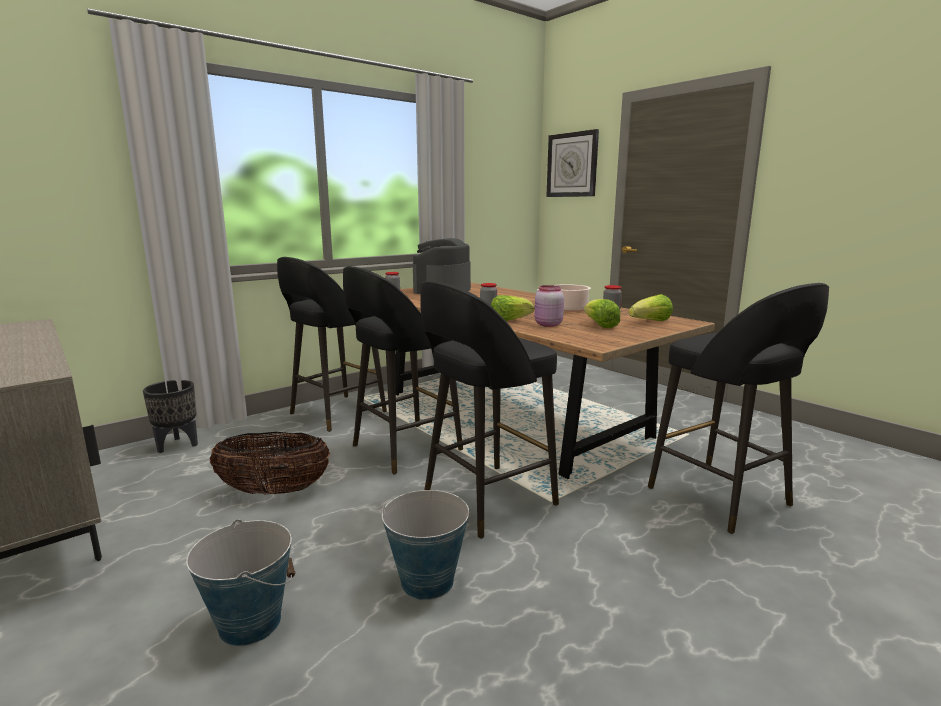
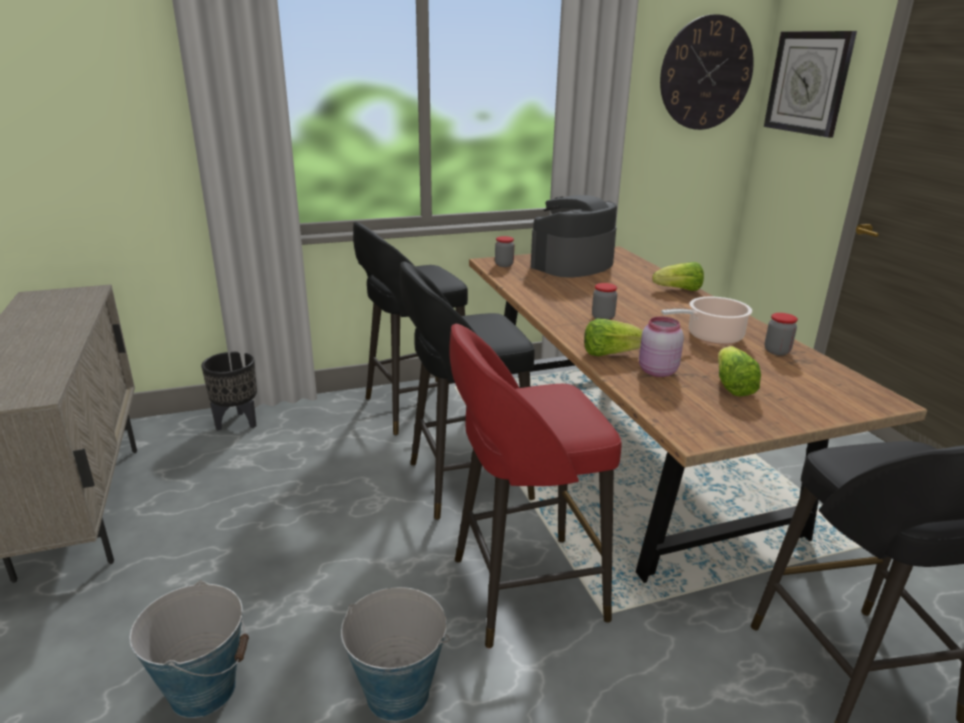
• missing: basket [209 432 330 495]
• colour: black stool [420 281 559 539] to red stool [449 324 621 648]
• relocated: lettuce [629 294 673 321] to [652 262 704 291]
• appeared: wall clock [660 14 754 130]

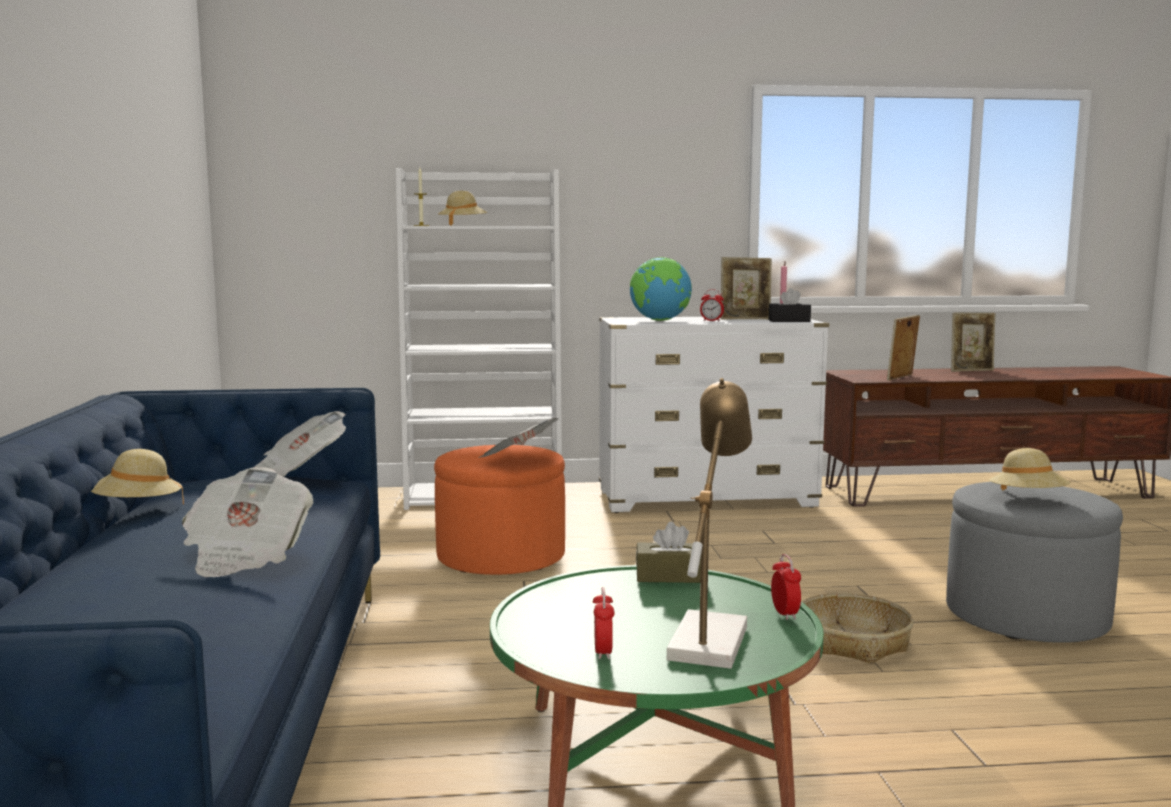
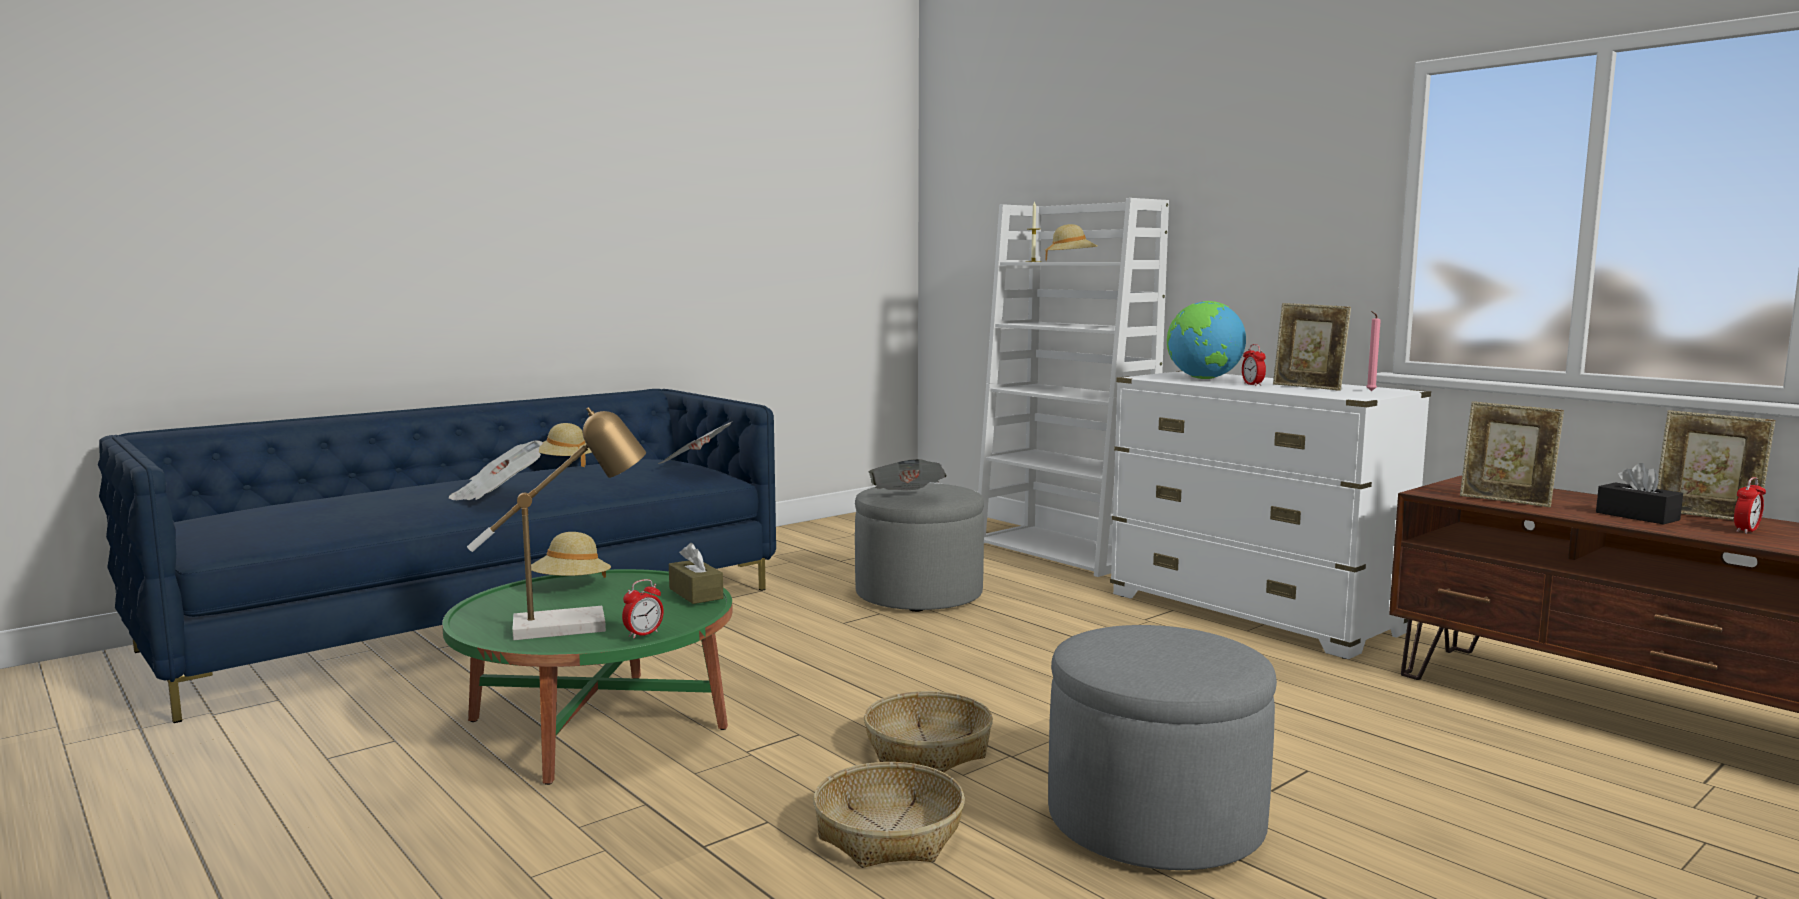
• colour: orange ottoman [434 445 565 575] to grey ottoman [855 483 984 612]
• relocated: alarm clock [593 587 615 660] to [1734 477 1766 534]
• relocated: black tissue box [768 288 811 322] to [1596 463 1683 525]
• spun: picture frame [887 315 920 381] = [1460 401 1564 507] 150 degrees counterclockwise
• relocated: beige hat [989 448 1071 491] to [531 532 611 578]
• appeared: basket [813 762 965 868]

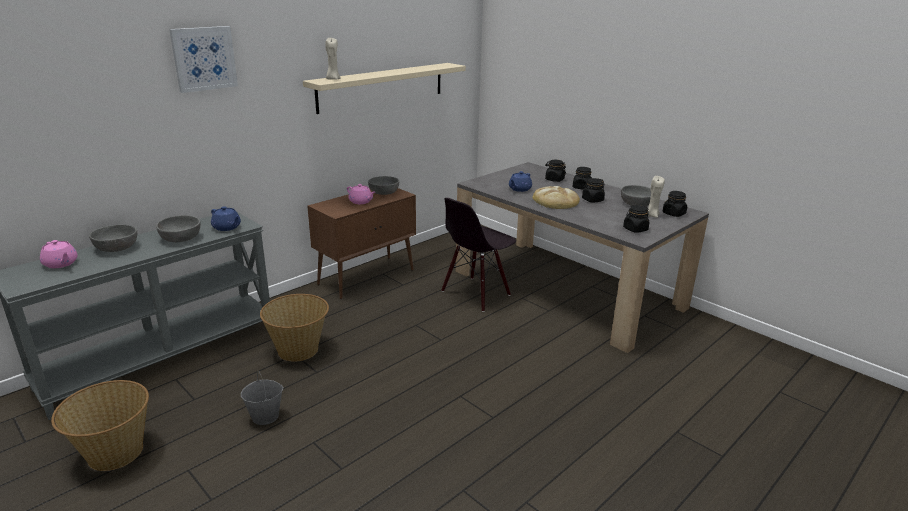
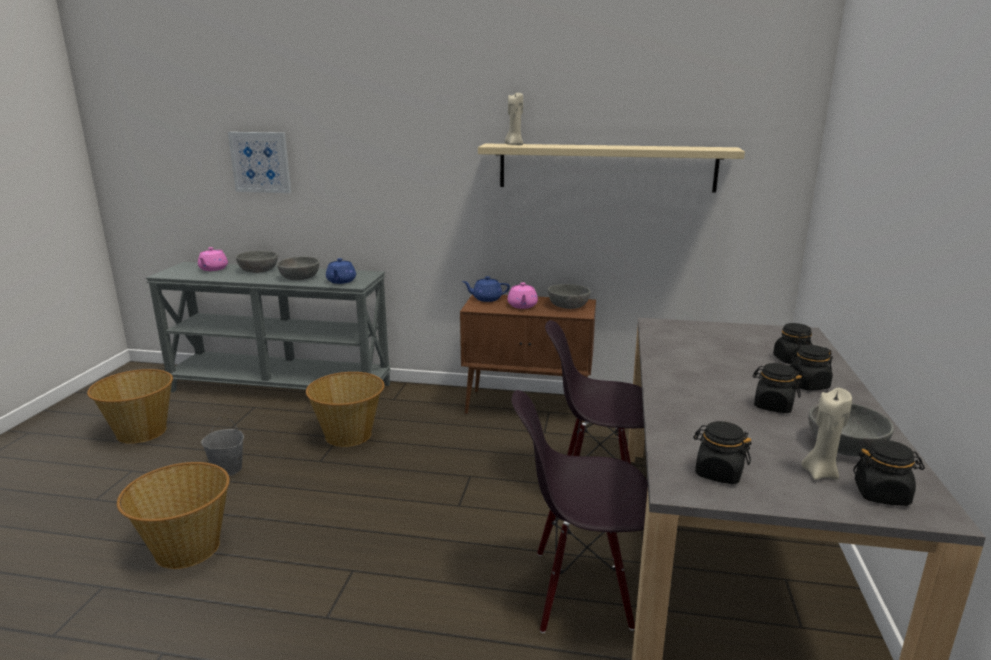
• relocated: picture [169 26 238 93] to [228 132 291 193]
• relocated: blue teapot [509 171 532 192] to [462 276 510 302]
• missing: bread [532 186 580 209]
• appeared: basket [117 462 230 569]
• appeared: black chair [512 390 648 633]

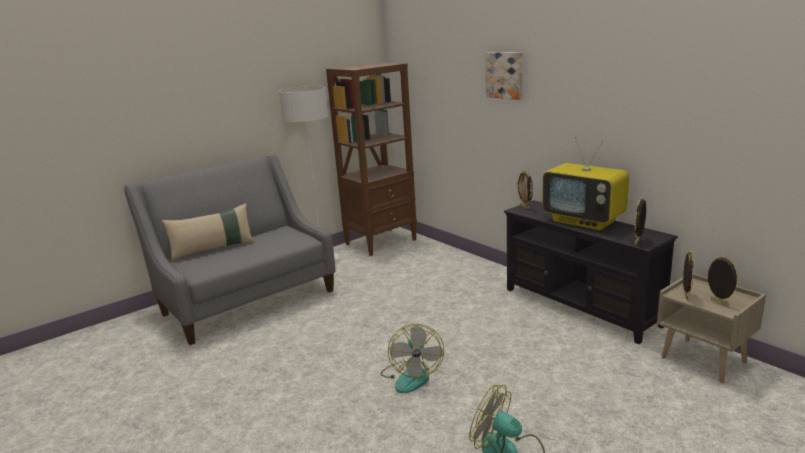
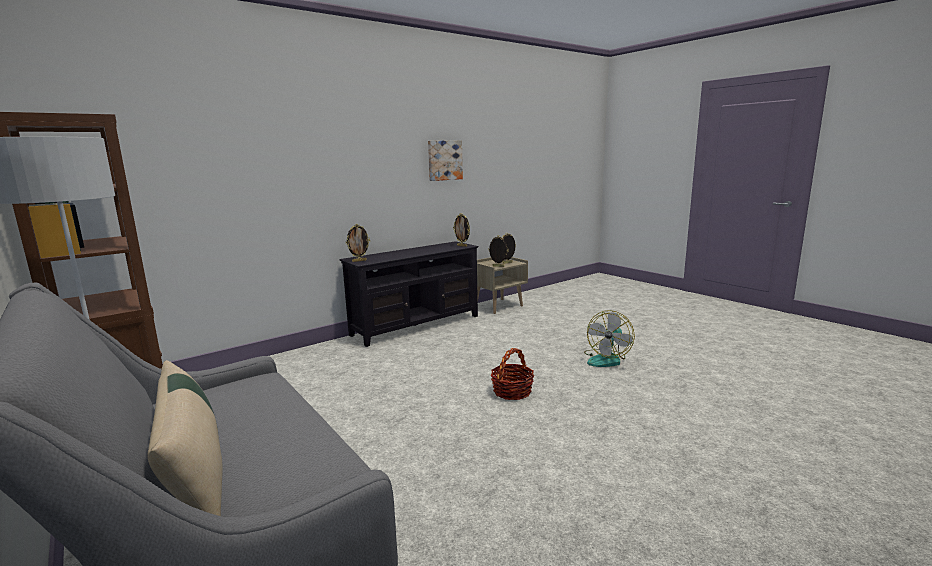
• exchanged: fan [381 324 444 393] to basket [491 348 534 400]
• relocated: picture [485 52 522 100] to [428 140 463 181]
• missing: television [542 137 629 230]

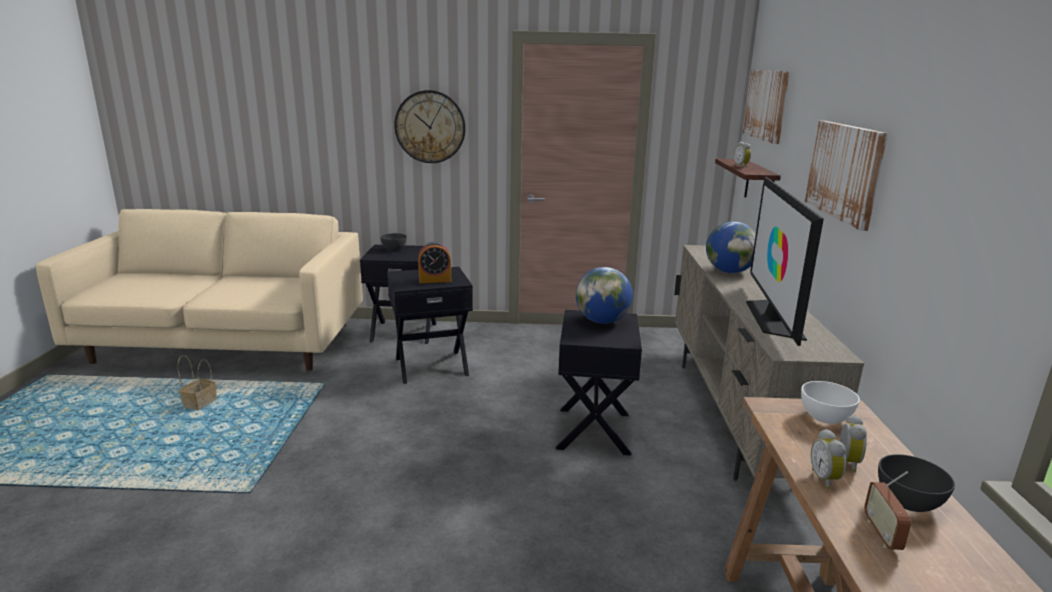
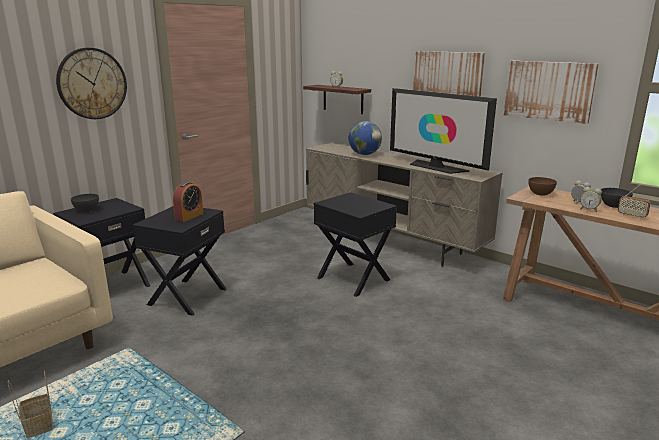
• missing: globe [576 267 633 324]
• relocated: picture [743 70 790 144] to [504 61 599 124]
• colour: white bowl [801 381 860 424] to brown bowl [528 177 557 196]

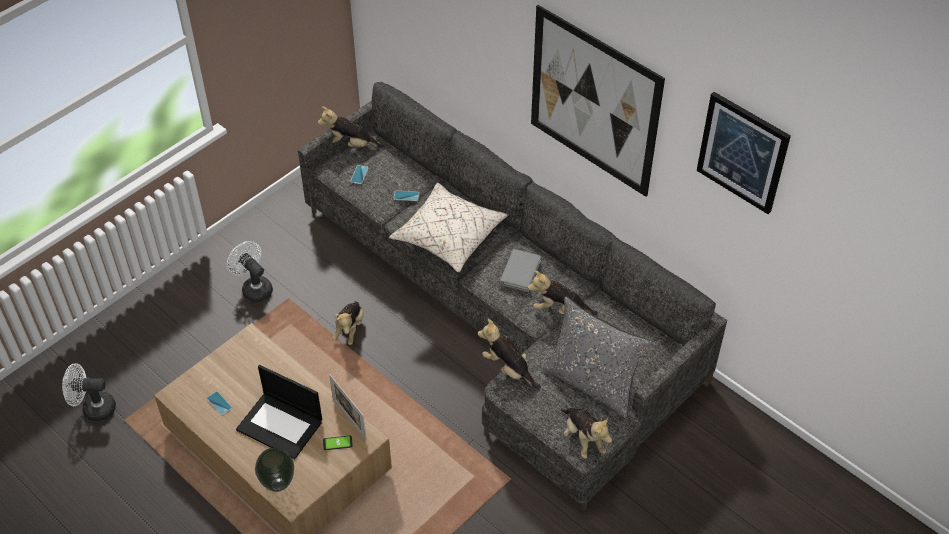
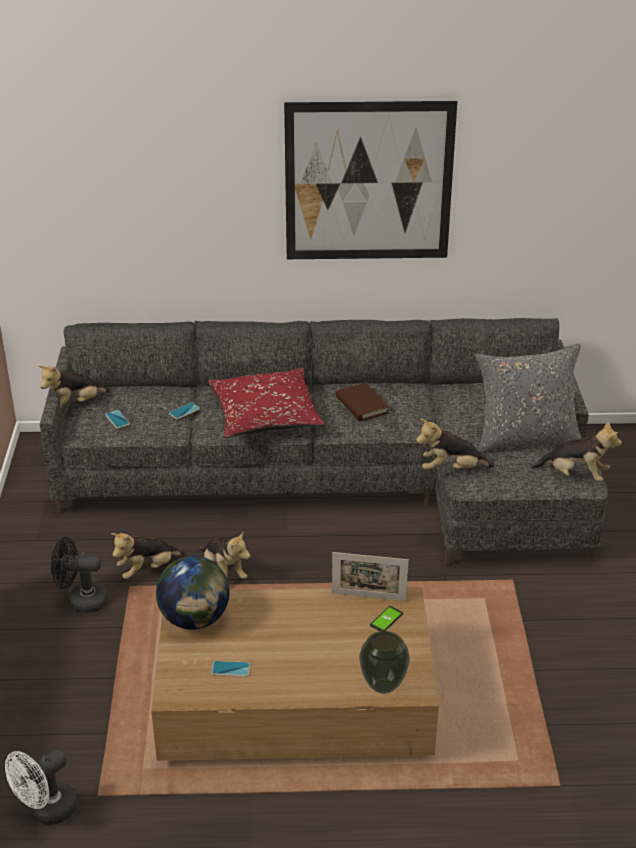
• colour: white fan [227 241 273 302] to black fan [51 537 108 613]
• missing: laptop [236 365 322 459]
• colour: beige pillow [389 183 509 273] to red pillow [208 368 324 438]
• colour: grey book [499 249 542 292] to brown book [336 383 389 421]
• relocated: plush toy [528 270 598 315] to [111 533 185 579]
• missing: picture [697 92 791 214]
• appeared: globe [156 556 229 630]

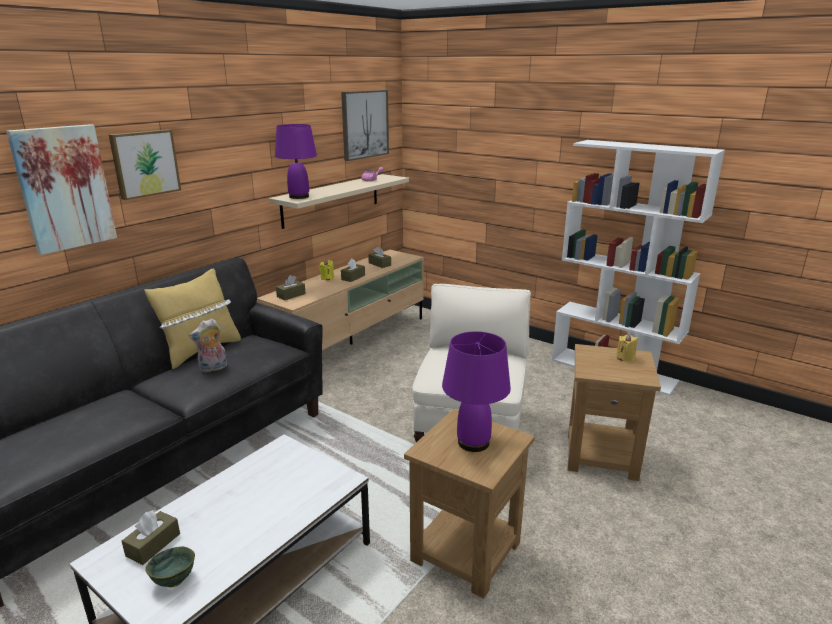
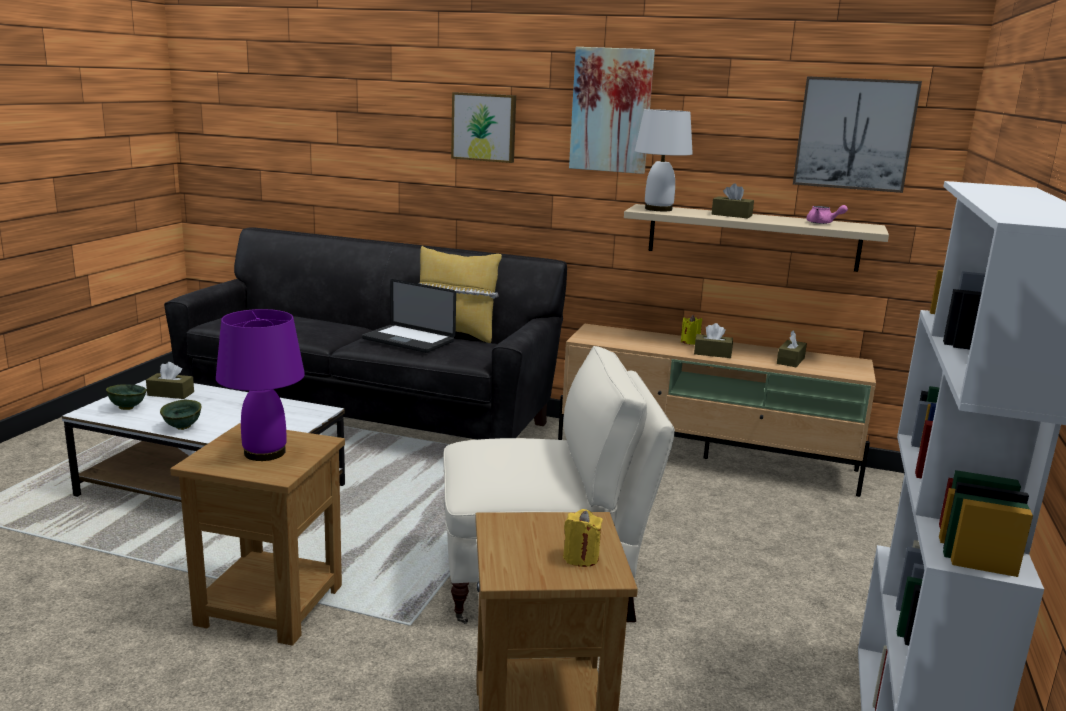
• relocated: picture [6 124 117 255] to [569 47 655 174]
• exchanged: plush toy [189 318 227 373] to laptop [362 279 456 353]
• colour: purple table lamp [275 124 317 199] to white table lamp [635 109 693 211]
• relocated: brown tissue box [276 275 306 300] to [711 183 754 218]
• appeared: green bowl [160 400 202 430]

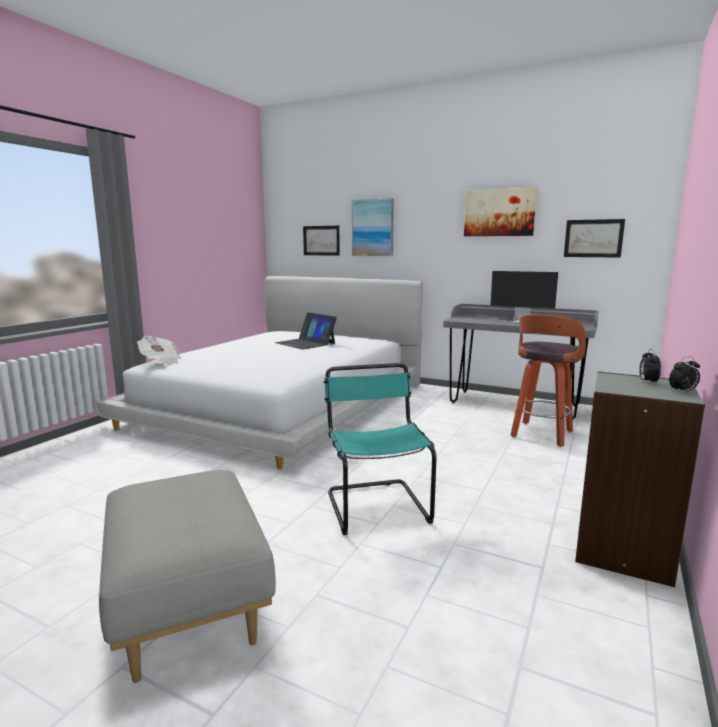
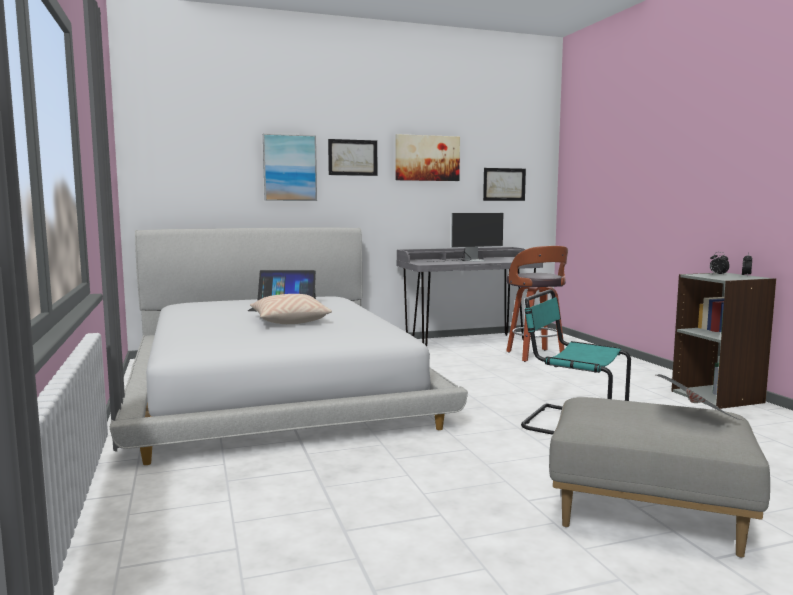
• relocated: newspaper [137 336 182 365] to [656 374 741 420]
• relocated: picture [303 226 340 256] to [328 139 377 176]
• appeared: beige pillow [250 294 332 324]

